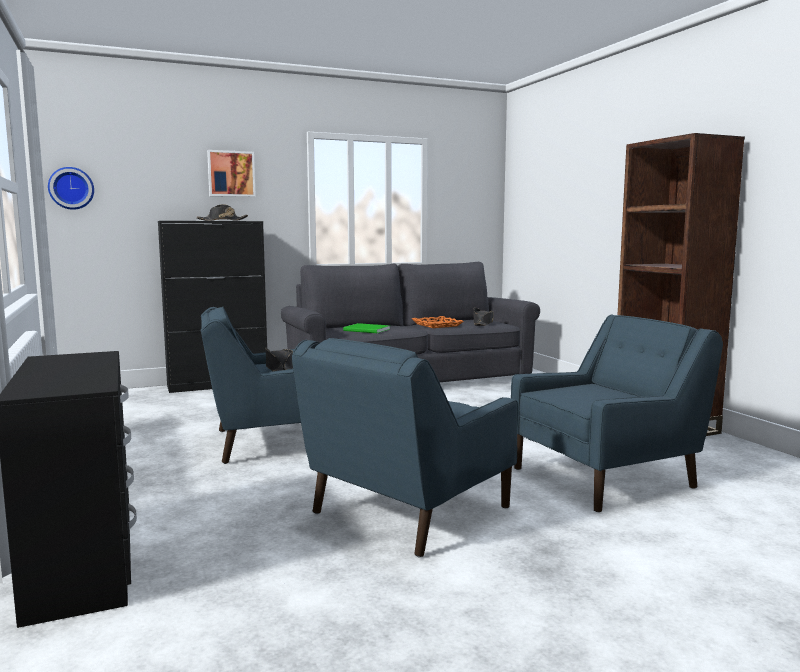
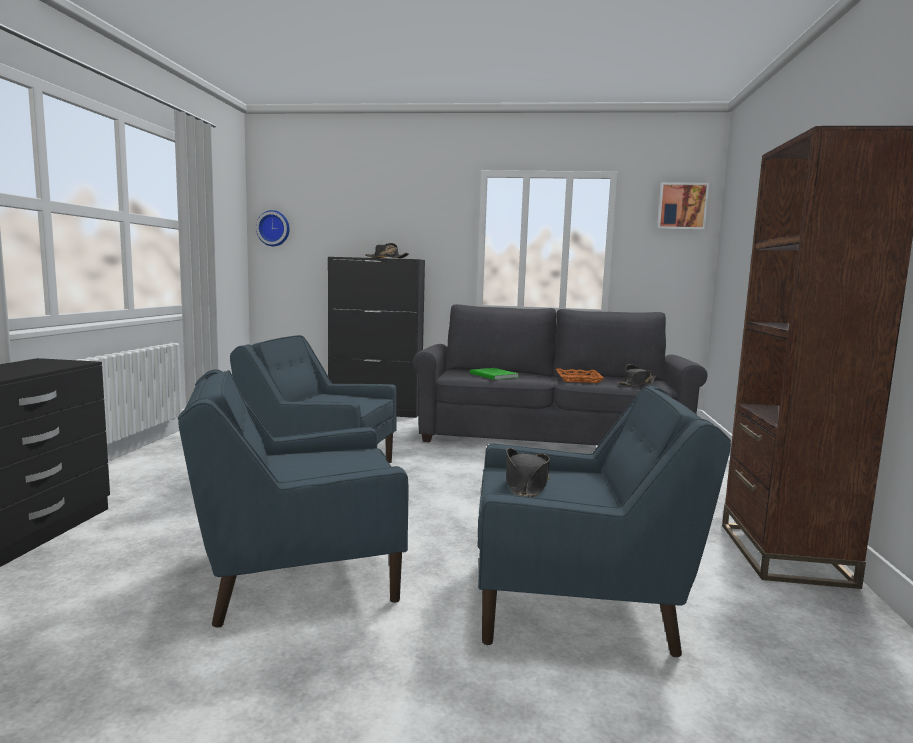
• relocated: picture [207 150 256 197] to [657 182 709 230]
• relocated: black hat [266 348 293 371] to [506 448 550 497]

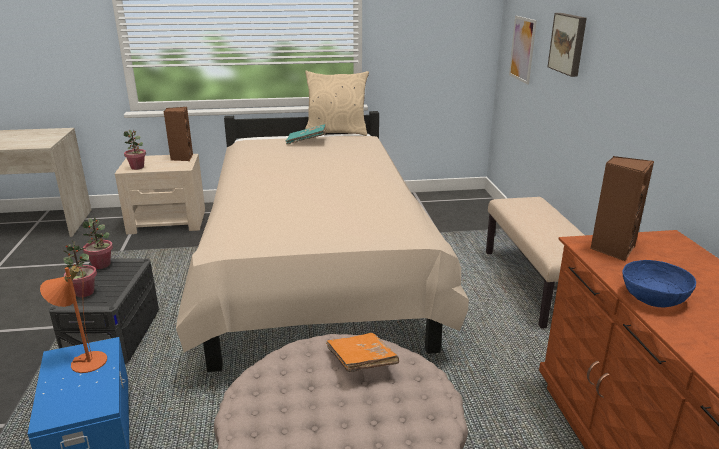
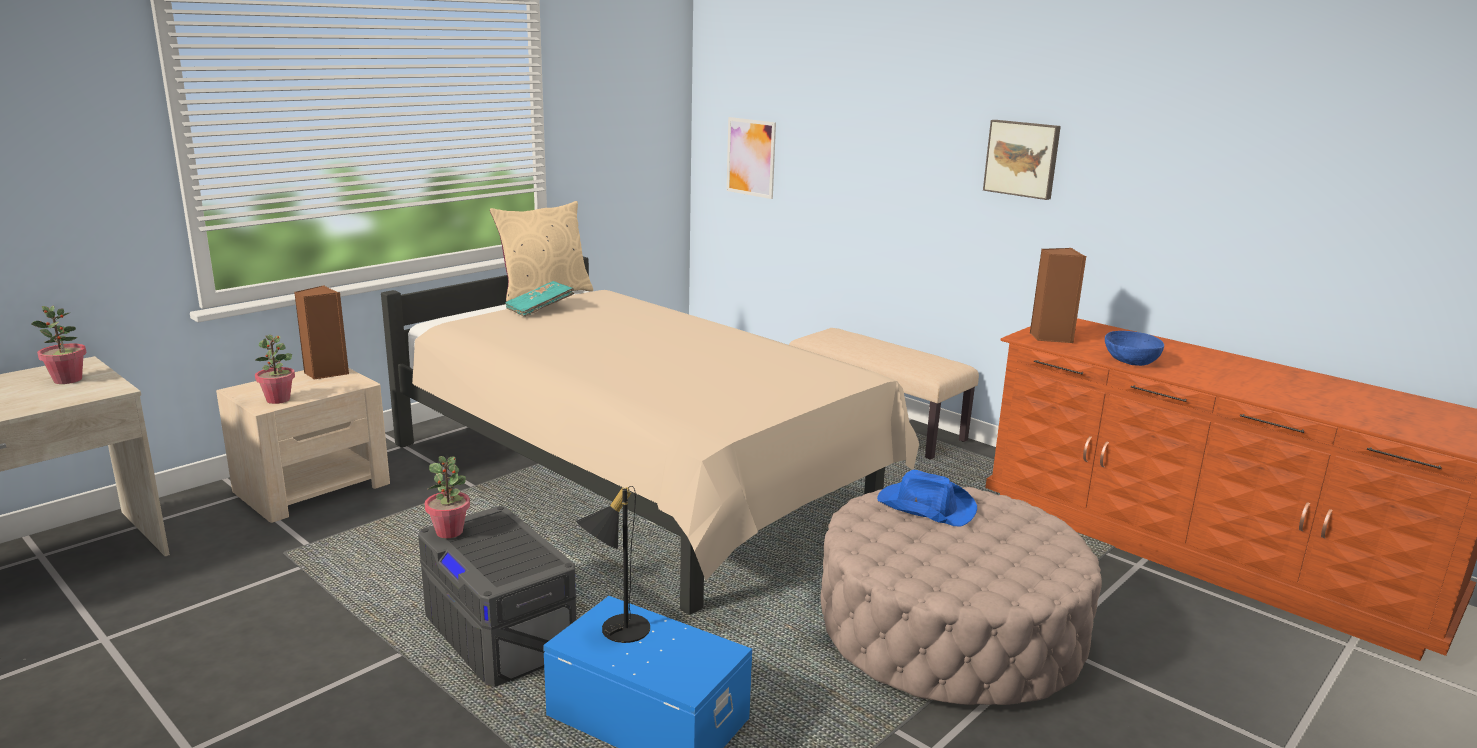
• colour: orange table lamp [40 266 107 373] to black table lamp [576 486 650 643]
• relocated: potted plant [63 240 97 297] to [32 306 87 384]
• exchanged: orange book [326 333 399 373] to blue hat [877 470 977 526]
• relocated: picture [547 13 587 77] to [983 120 1061 200]

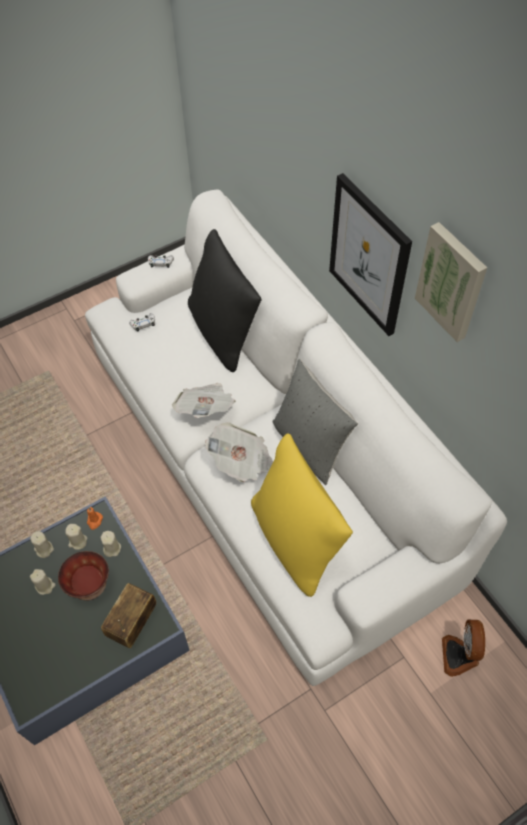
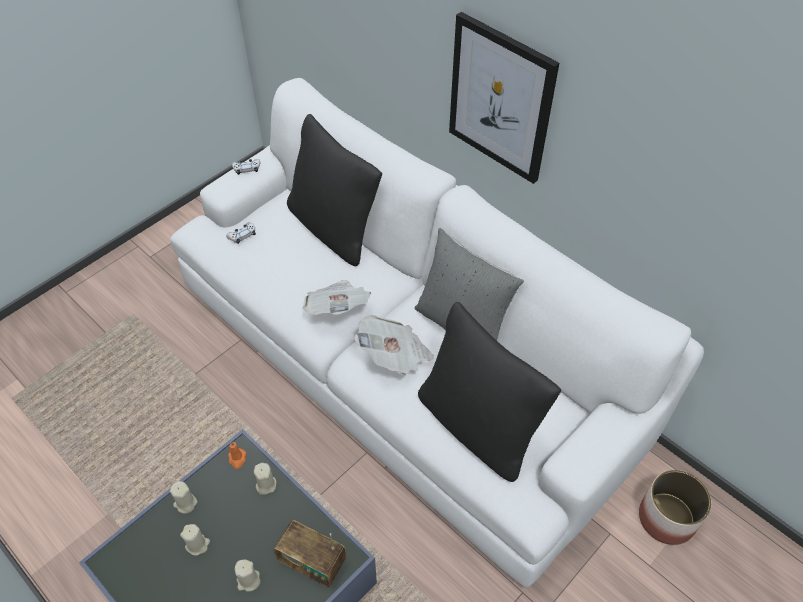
• missing: bowl [58 551 109 601]
• relocated: beige candle [65 524 87 550] to [235 559 261 592]
• spun: radio [101 583 156 648] = [274 520 347 587] 75 degrees counterclockwise
• colour: yellow pillow [251 434 353 597] to black pillow [418 302 561 482]
• missing: picture [415 222 487 342]
• exchanged: fan [442 619 485 677] to planter [639 470 711 545]

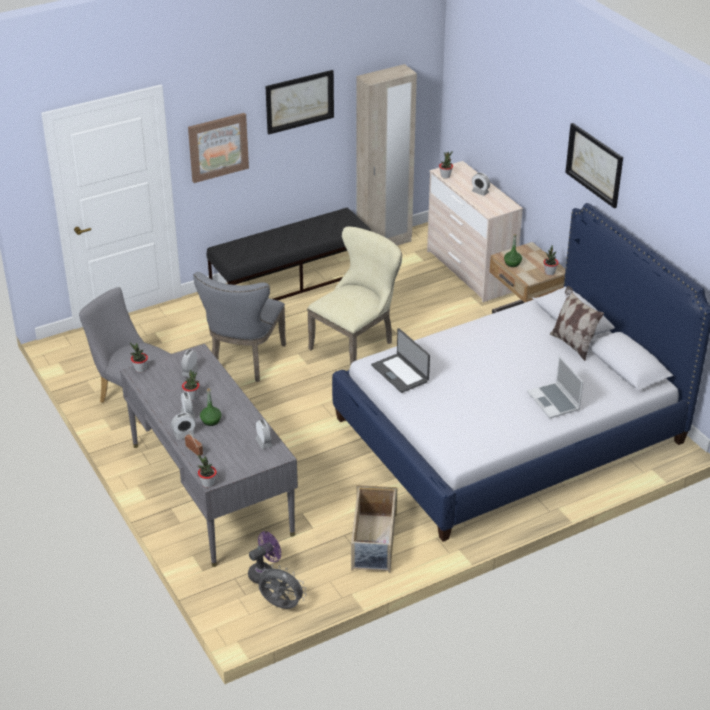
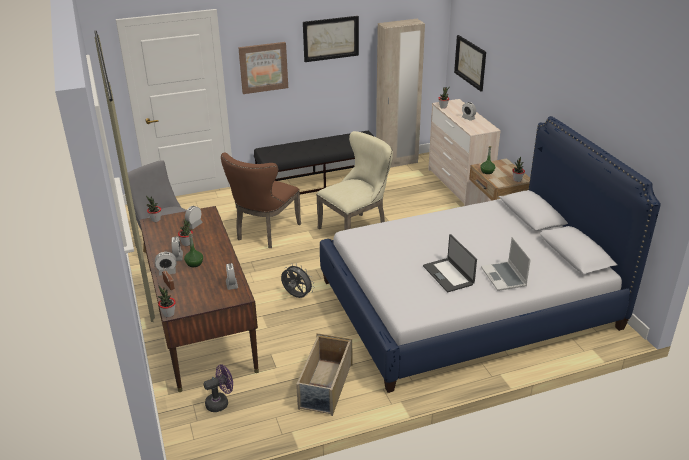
• colour: grey desk [120 344 298 567] to brown desk [140 206 259 392]
• colour: grey chair [193 272 286 382] to brown chair [221 152 301 248]
• relocated: grey fan [259 565 306 609] to [281 263 314 298]
• relocated: laptop [371 328 430 393] to [423 234 477 292]
• missing: pillow [550 286 604 361]
• relocated: picture [565 123 623 208] to [454 35 486 91]

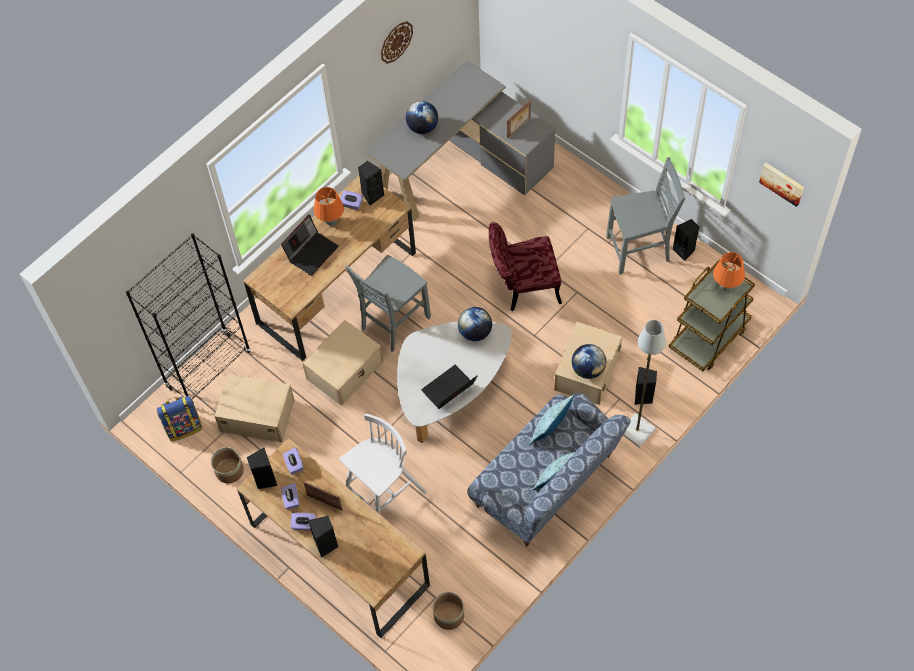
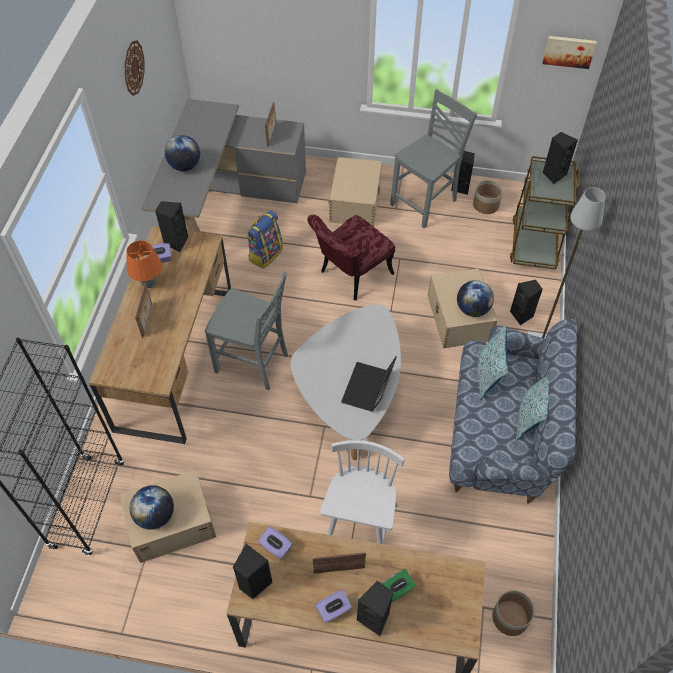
• relocated: backpack [157 396 202 442] to [247 211 283 269]
• relocated: planter [211 447 244 483] to [473 180 503 214]
• exchanged: laptop [281 215 339 276] to picture frame [135 283 152 338]
• missing: purple tissue box [281 483 300 509]
• relocated: beige storage box [302 320 383 406] to [328 157 382 227]
• spun: grey chair [345 255 431 352] = [205 271 288 391] 75 degrees counterclockwise
• relocated: globe [458 307 492 341] to [130 485 174 530]
• exchanged: orange table lamp [713 252 745 291] to black speaker [542 132 578 184]
• appeared: green tissue box [382 569 416 602]

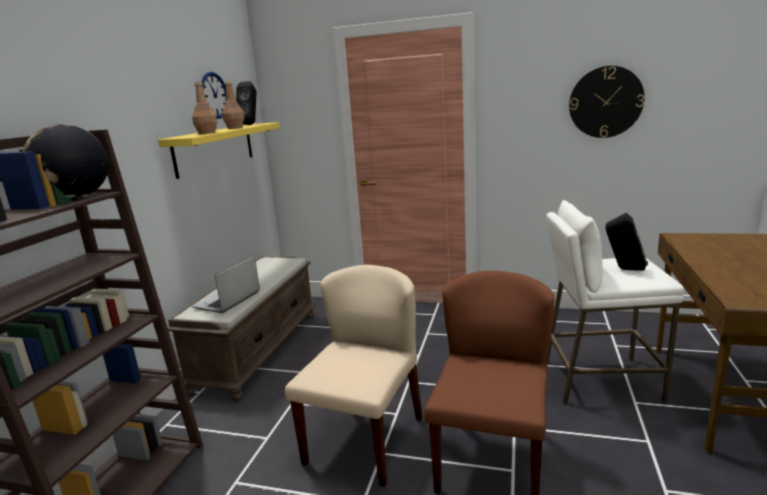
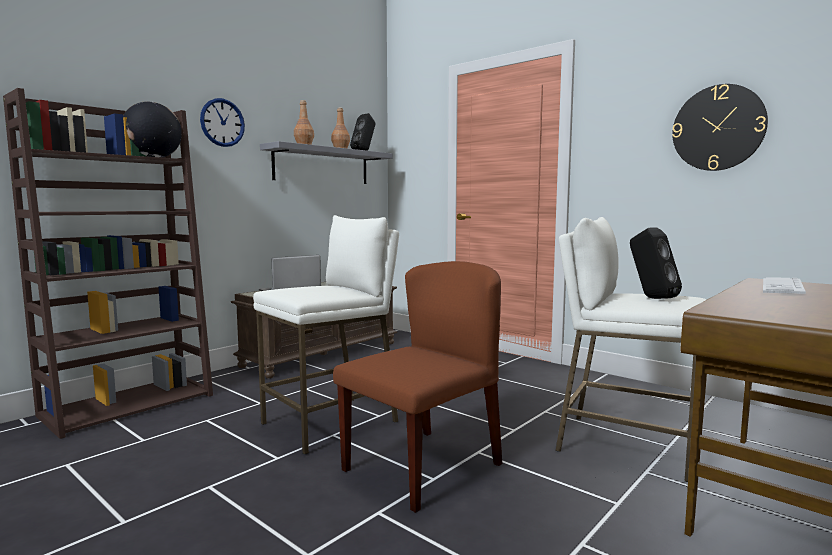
• colour: yellow shelf [158 122 280 179] to grey shelf [260 141 393 184]
• relocated: wall clock [201 72 226 119] to [200 98 245 147]
• exchanged: beige chair [285 265 423 487] to white stool [253 215 399 455]
• appeared: keyboard [763 277 806 294]

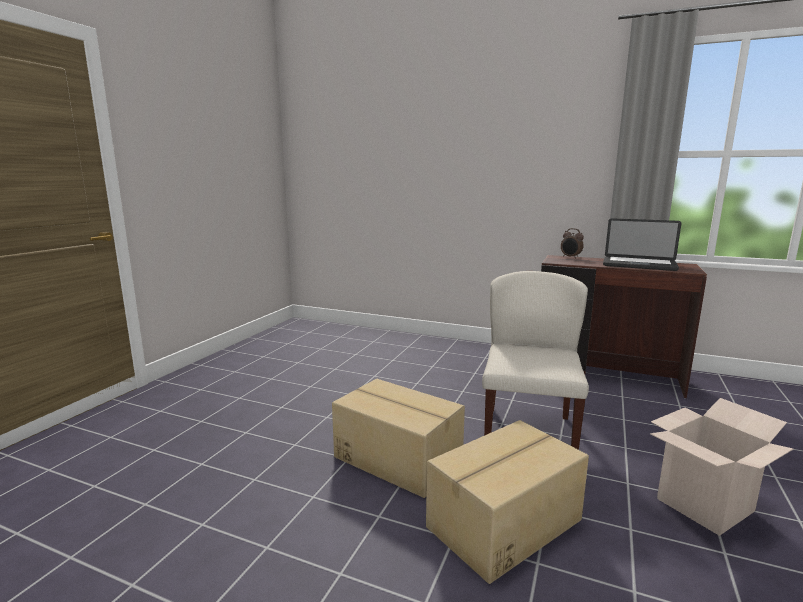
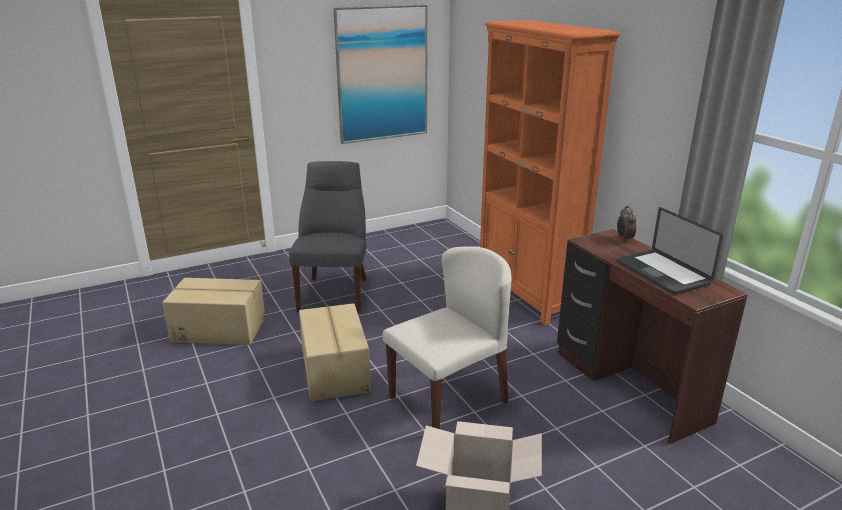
• relocated: cardboard box [426 420 589 584] to [162 278 265 345]
• appeared: grey chair [289 161 367 313]
• appeared: picture [333 4 428 144]
• appeared: orange bookcase [480 20 620 325]

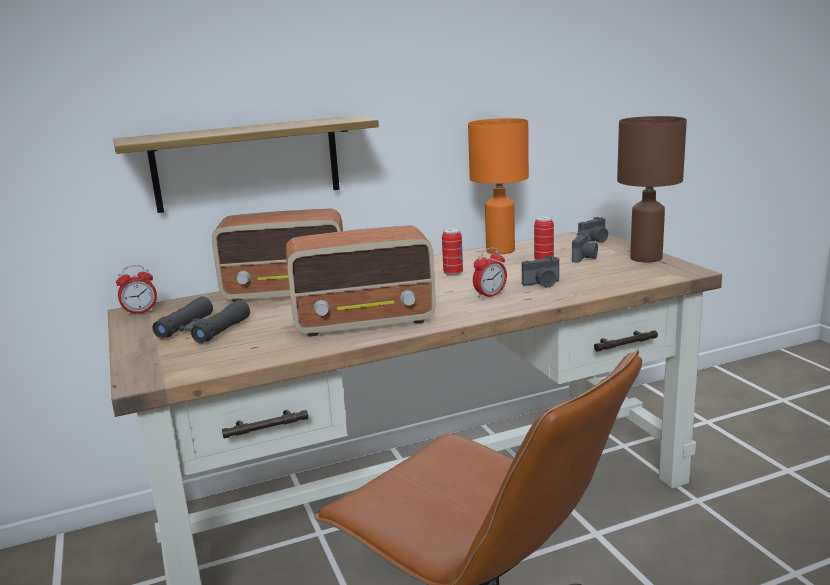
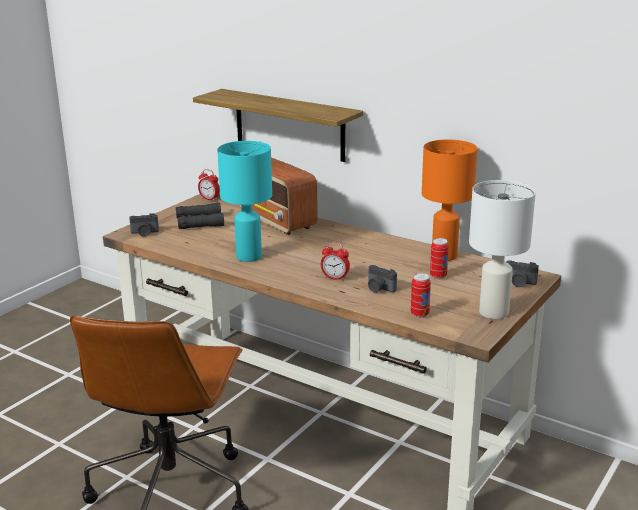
• exchanged: radio [285 226 436 337] to turquoise table lamp [217 141 272 262]
• relocated: can [442 228 463 276] to [411 273 431 318]
• relocated: photo camera [572 232 598 263] to [129 213 159 237]
• colour: brown table lamp [617 116 687 263] to white table lamp [469 180 536 319]

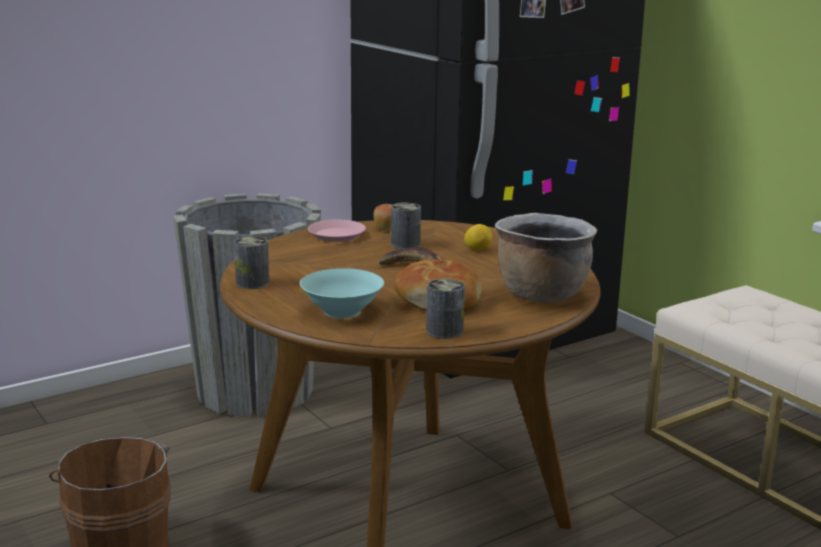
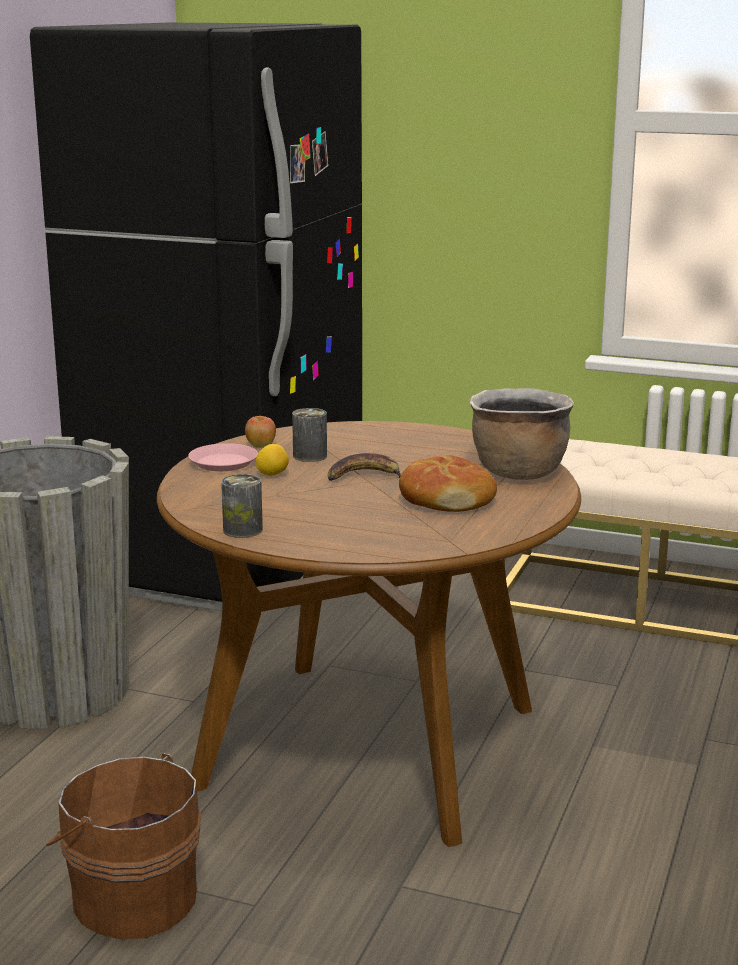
• missing: turquoise bowl [300 268 384 319]
• missing: can [426 279 465 339]
• relocated: lemon [464 224 492 250] to [255 444 289 476]

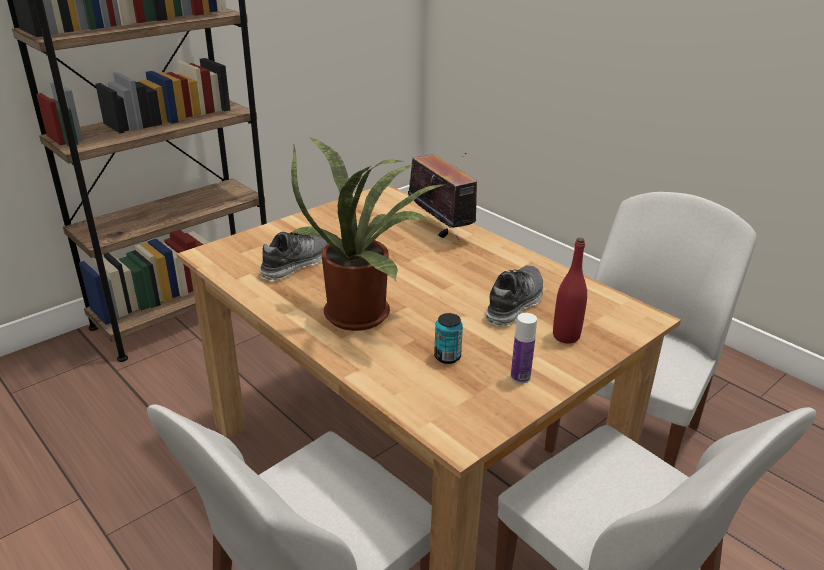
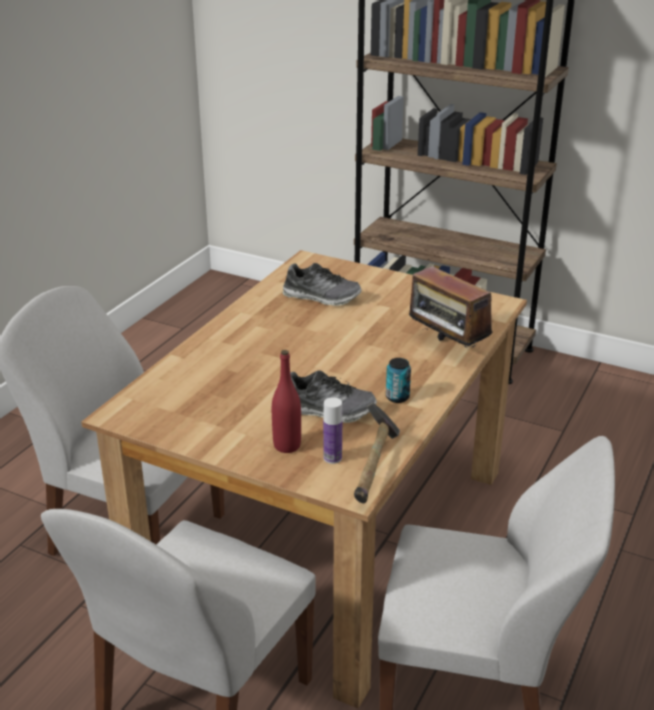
• missing: potted plant [291 138 444 331]
• spun: radio [408 153 477 242] = [409 259 493 347] 105 degrees clockwise
• relocated: can [434 313 463 364] to [386 358 411 403]
• relocated: bottle [511 313 537 384] to [323 397 342 464]
• appeared: hammer [354 403 400 503]

